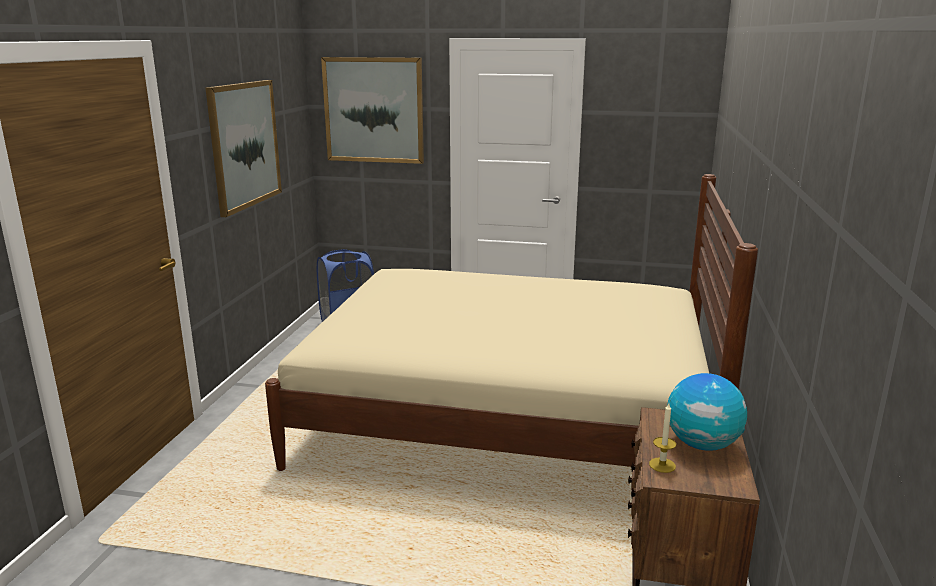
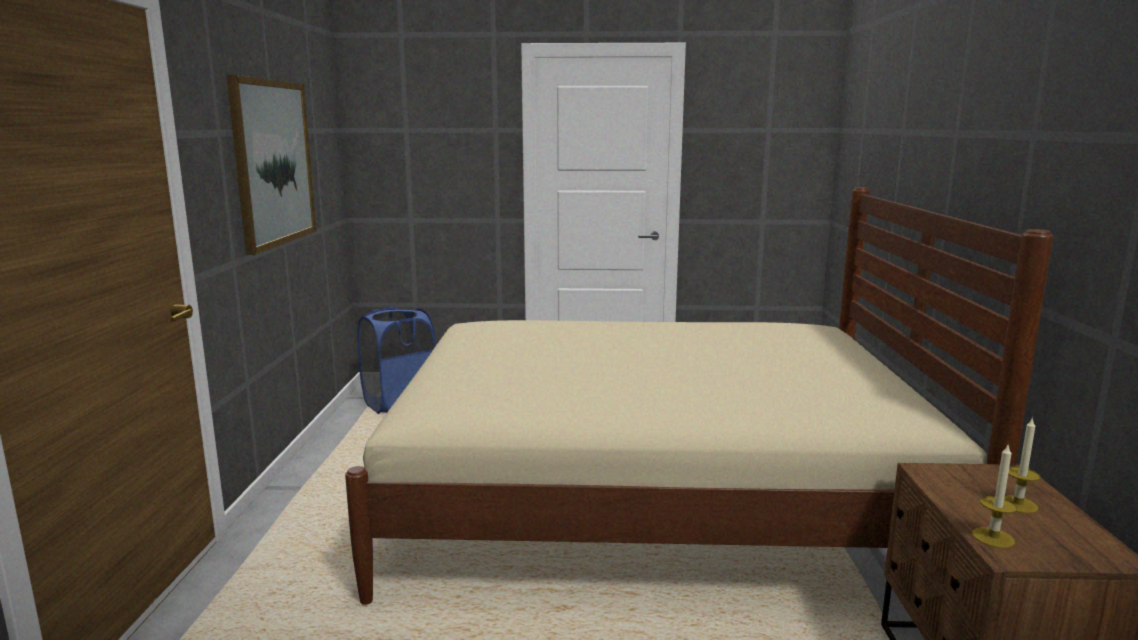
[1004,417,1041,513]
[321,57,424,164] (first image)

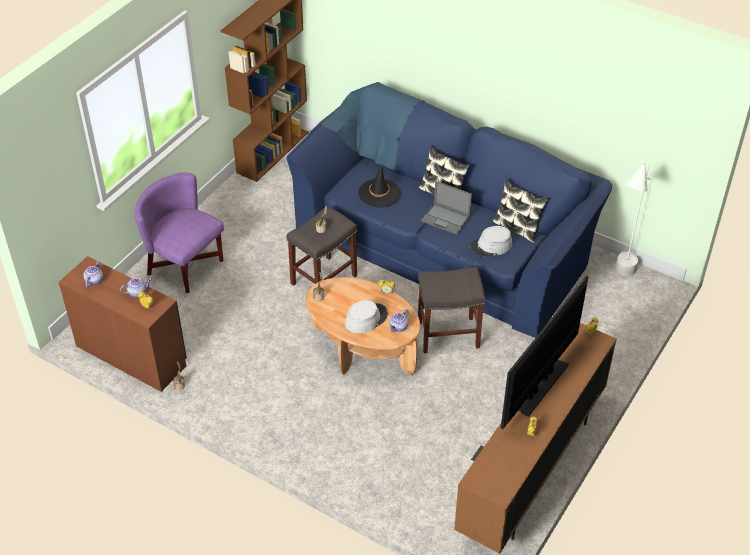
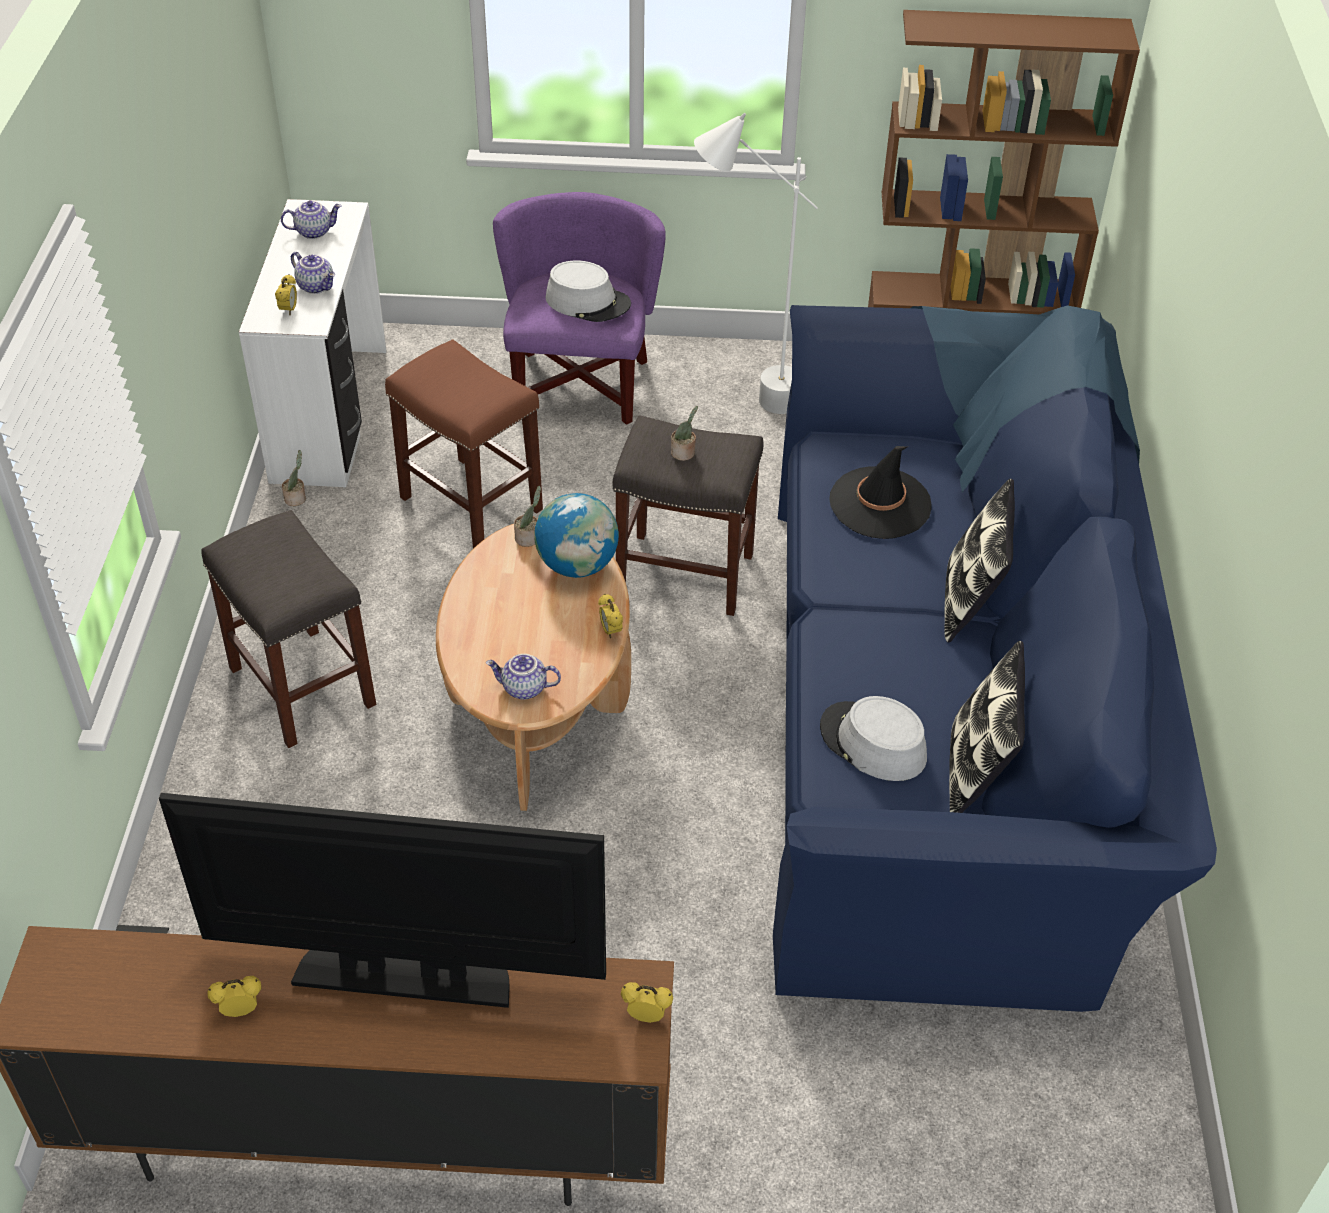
[201,510,376,748]
[239,199,386,488]
[385,340,543,549]
[534,493,619,578]
[545,261,631,322]
[694,113,818,414]
[421,181,472,235] (first image)

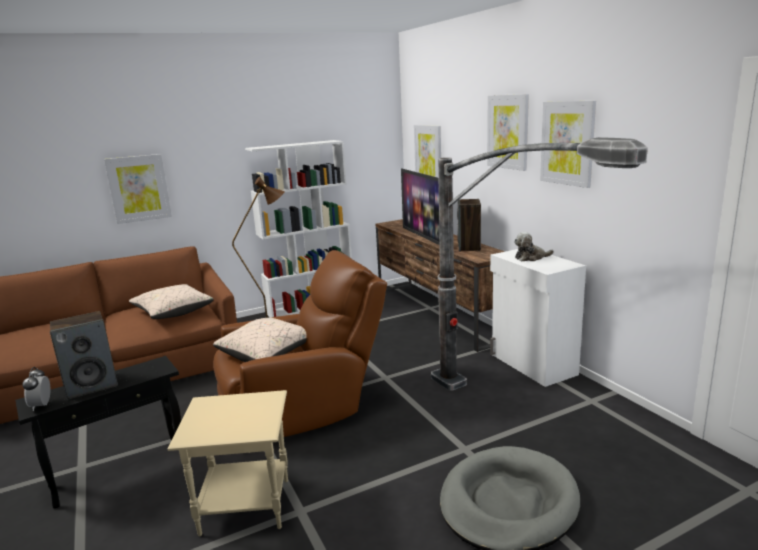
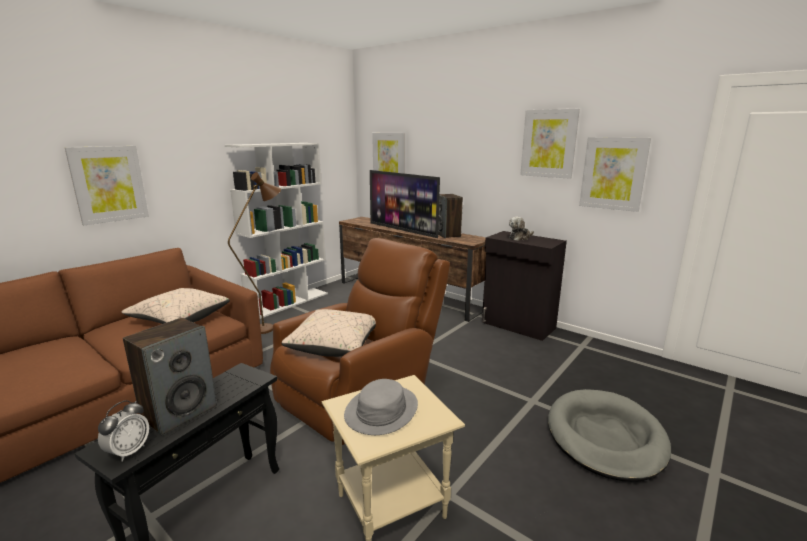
[98,400,149,462]
[344,379,418,435]
[482,231,567,341]
[579,137,651,212]
[431,138,648,391] (first image)

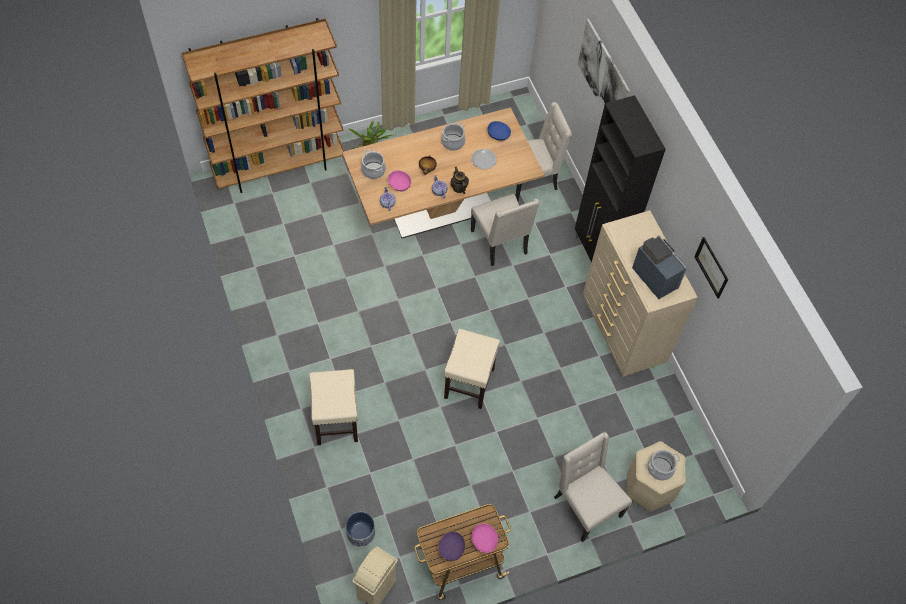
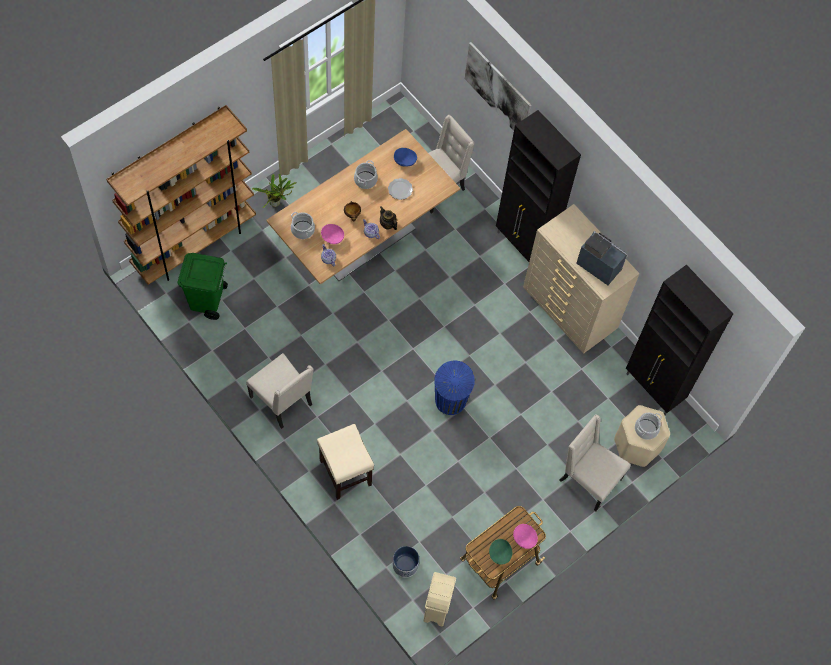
[177,253,228,320]
[246,353,313,429]
[434,361,475,415]
[489,539,512,565]
[626,265,733,415]
[694,237,728,299] (first image)

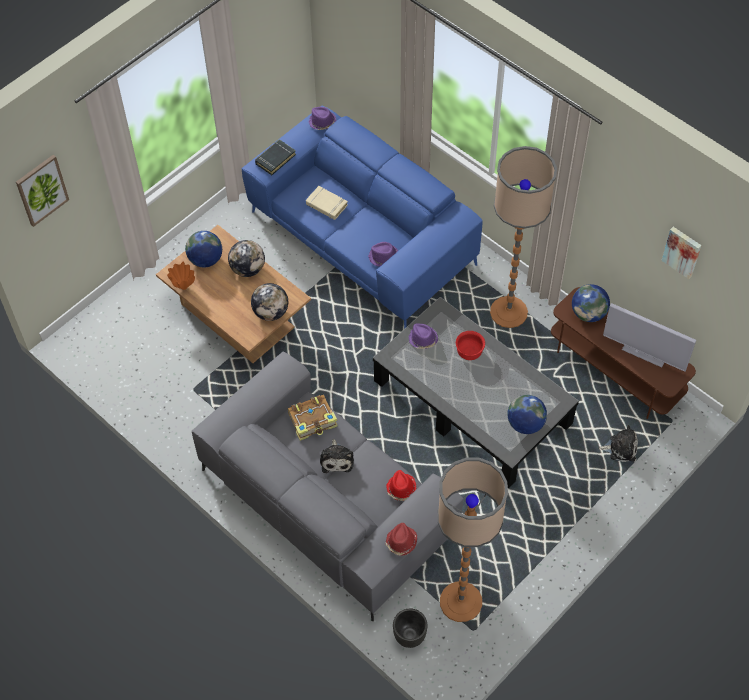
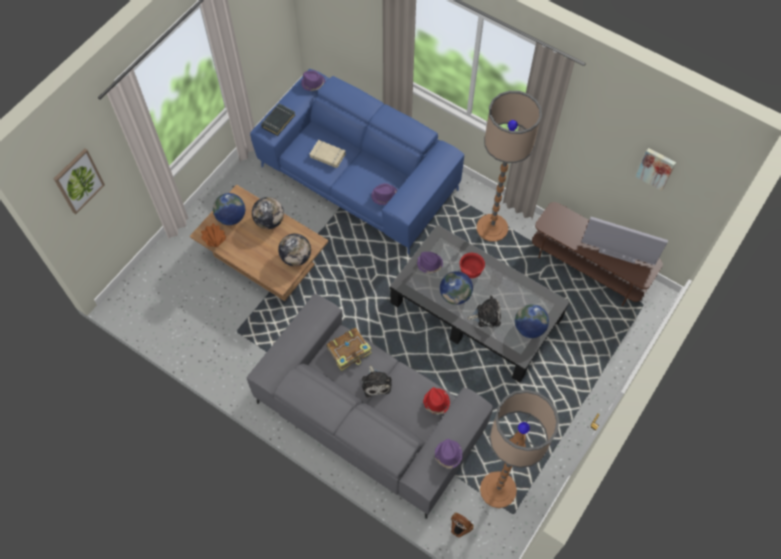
[435,439,462,469]
[440,271,473,305]
[451,512,473,538]
[467,295,501,328]

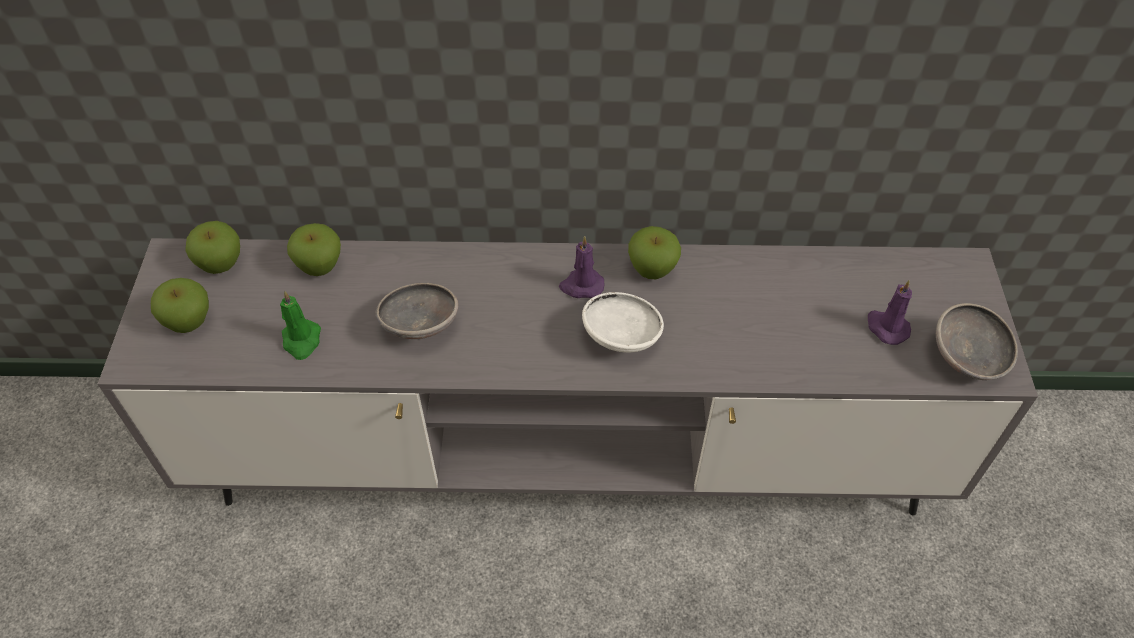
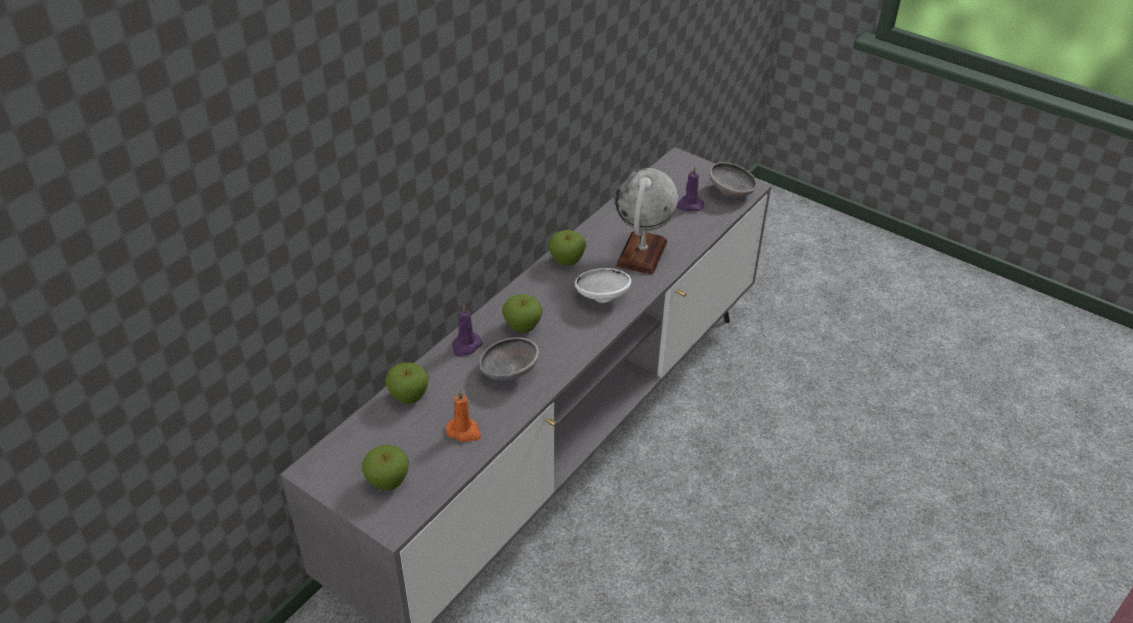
[446,390,482,442]
[452,305,483,357]
[502,294,543,333]
[615,168,678,275]

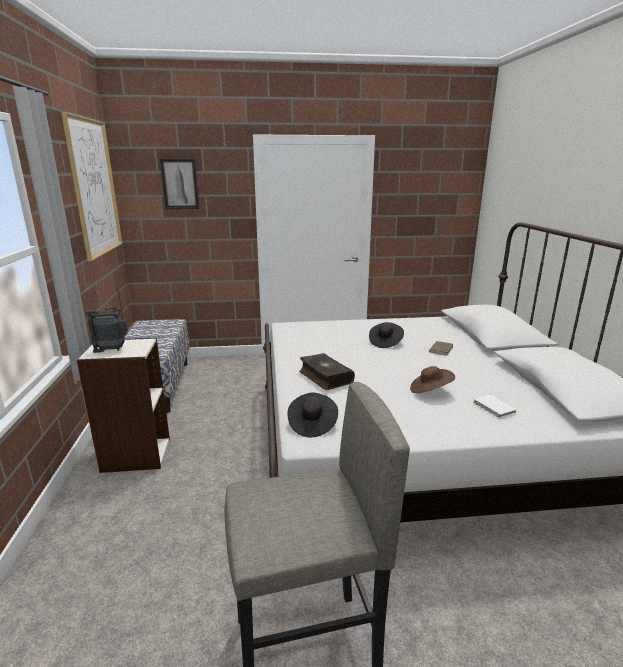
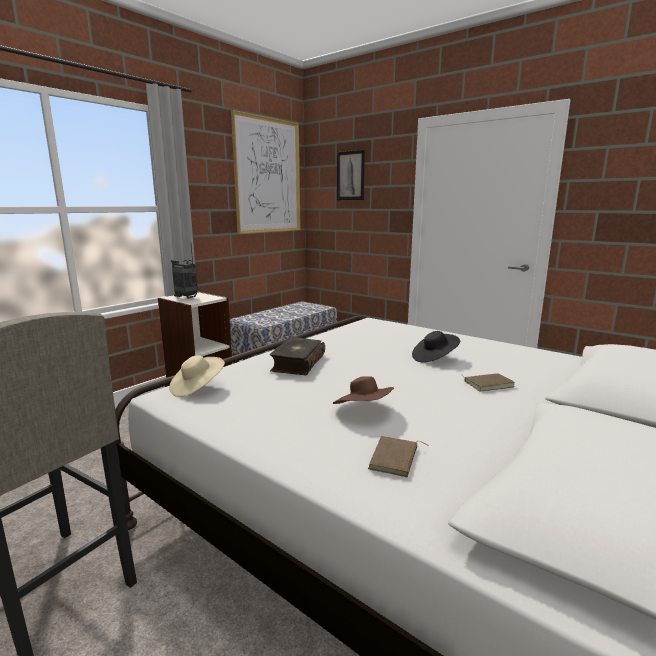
[169,355,225,397]
[368,436,429,477]

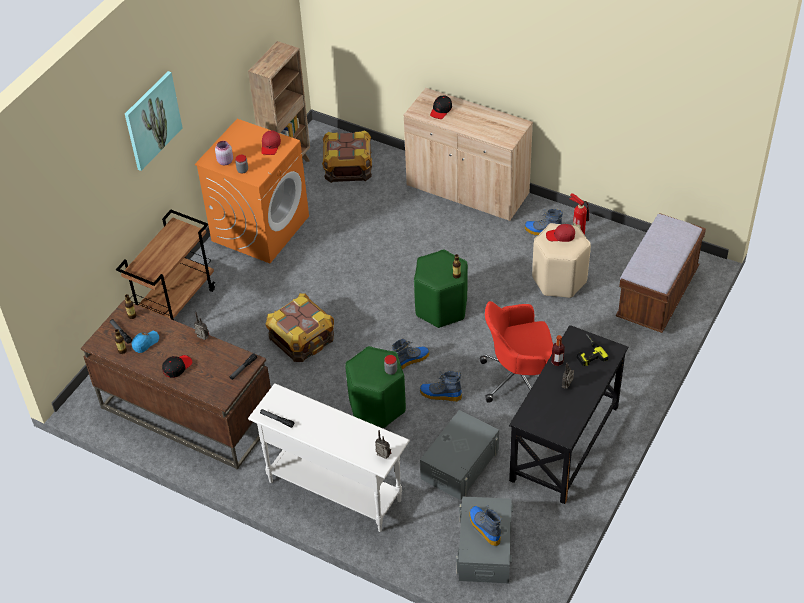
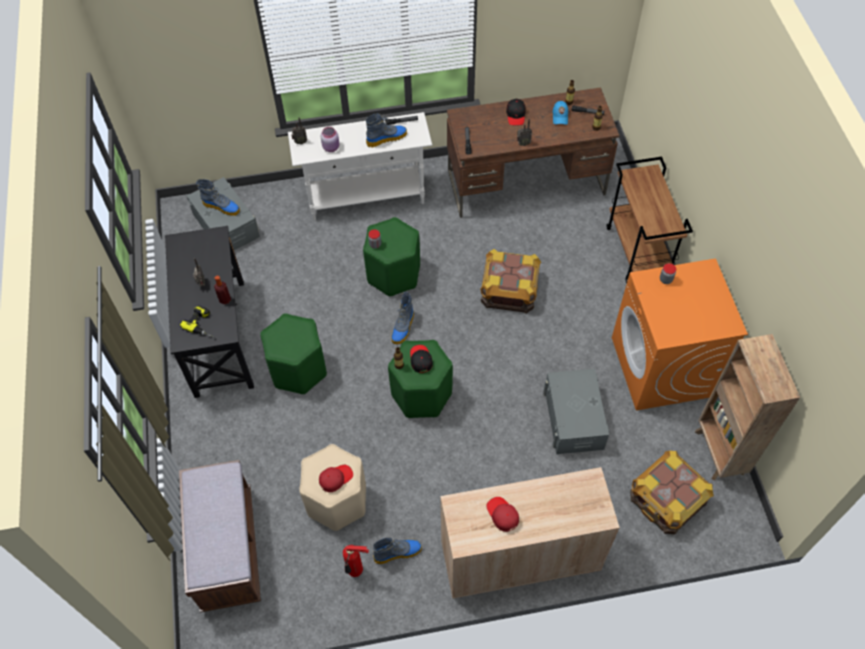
[260,313,327,394]
[321,127,339,152]
[366,113,407,147]
[410,345,433,373]
[486,497,519,532]
[543,369,609,454]
[125,71,183,171] (first image)

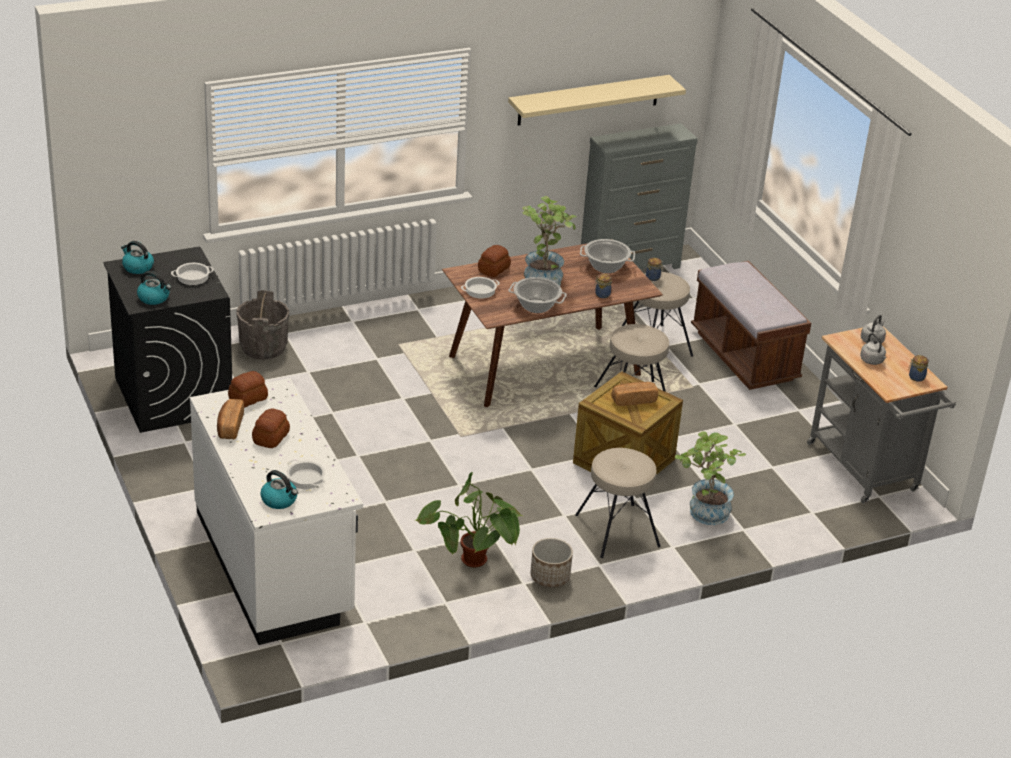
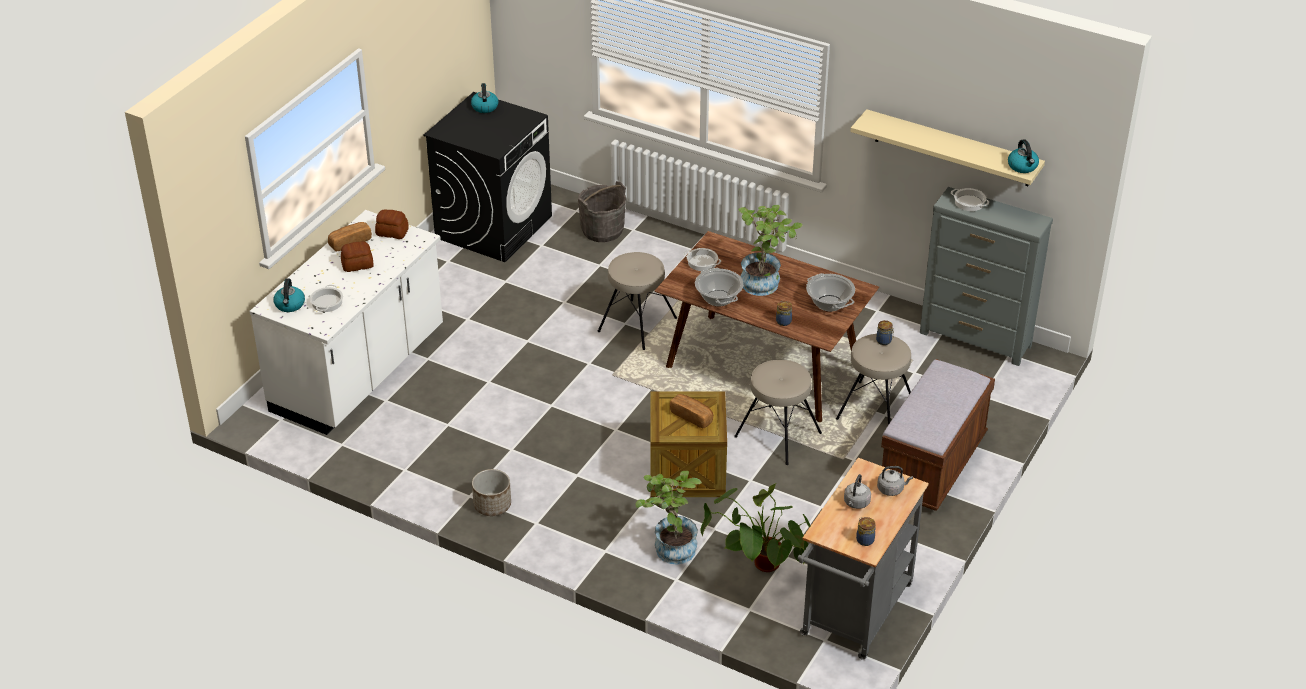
[598,252,677,350]
[700,483,810,572]
[951,188,989,211]
[1008,139,1039,173]
[478,245,511,277] (first image)

